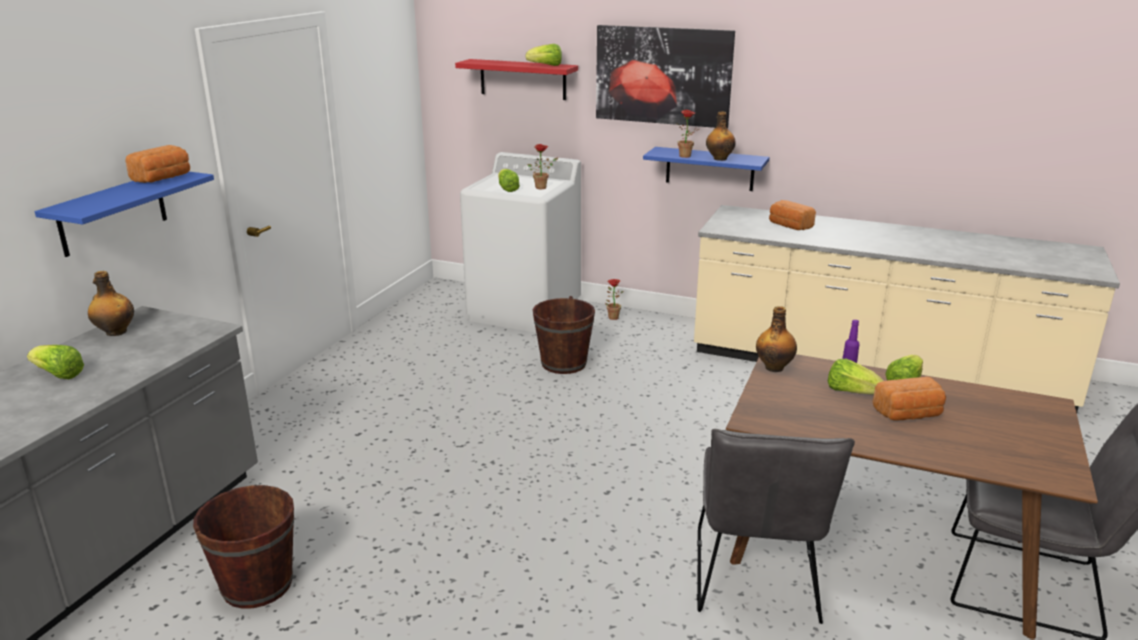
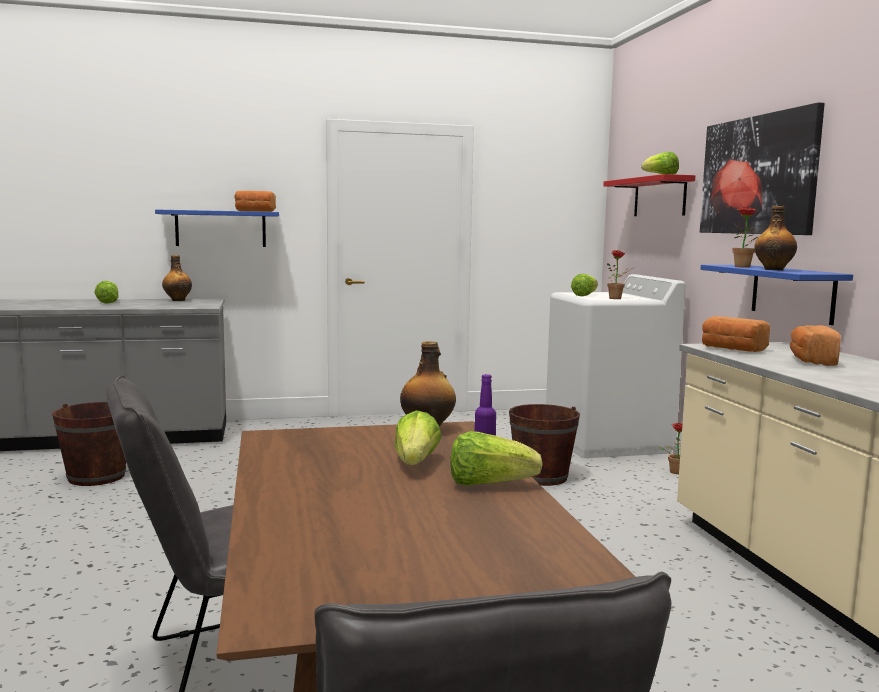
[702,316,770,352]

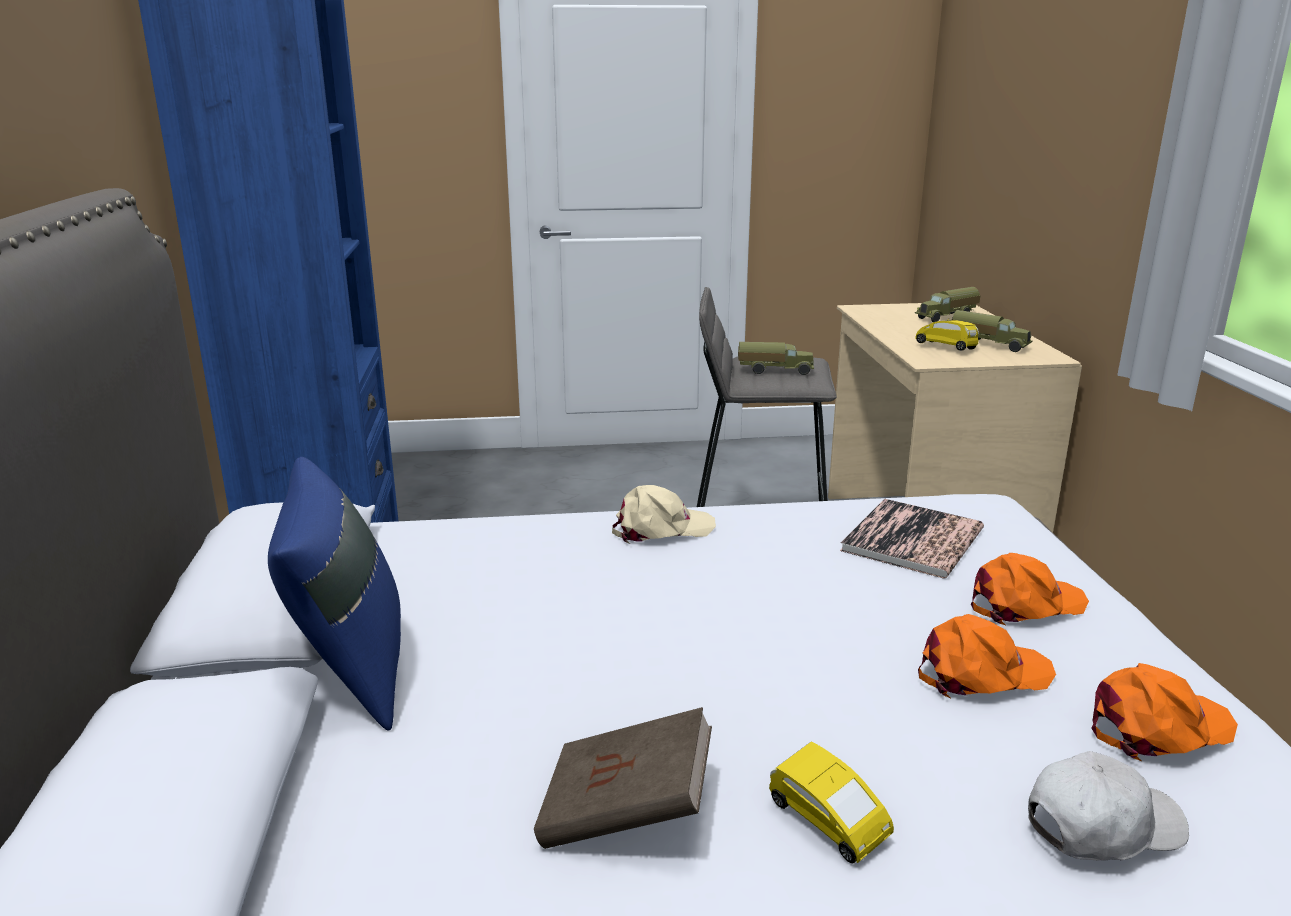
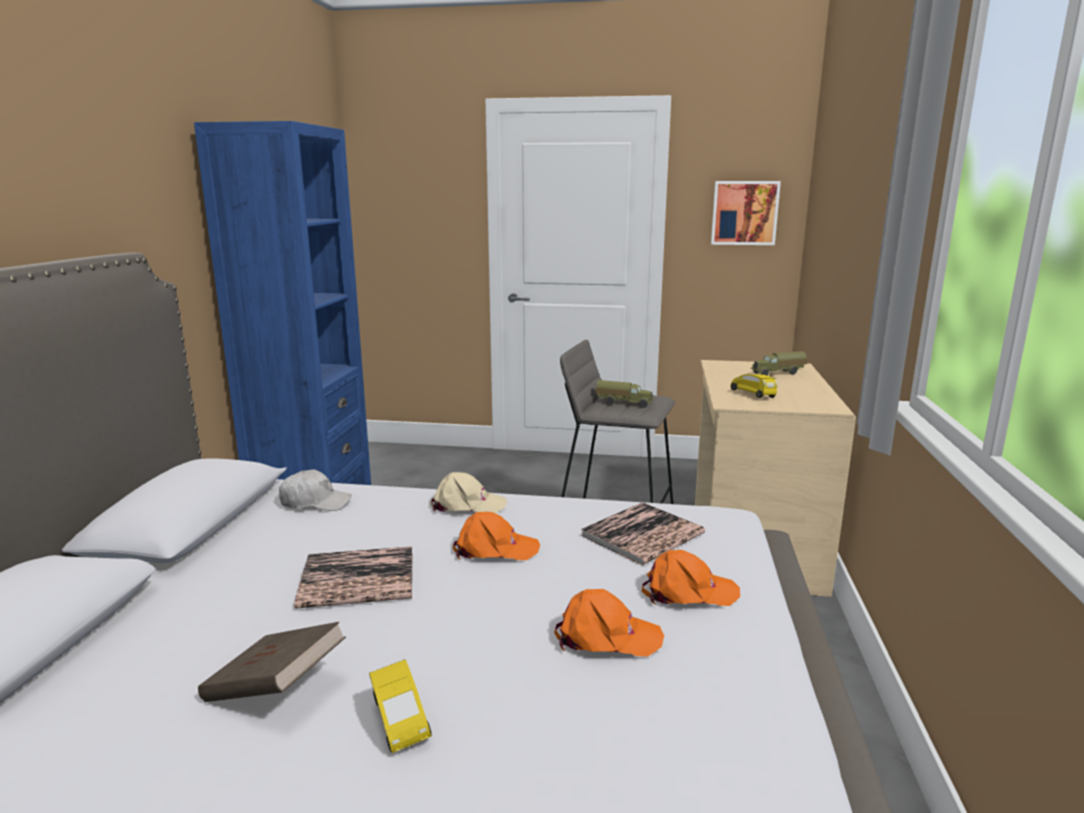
[279,470,352,511]
[294,546,413,609]
[453,512,540,560]
[711,181,781,245]
[268,457,401,731] (first image)
[952,310,1032,352] (first image)

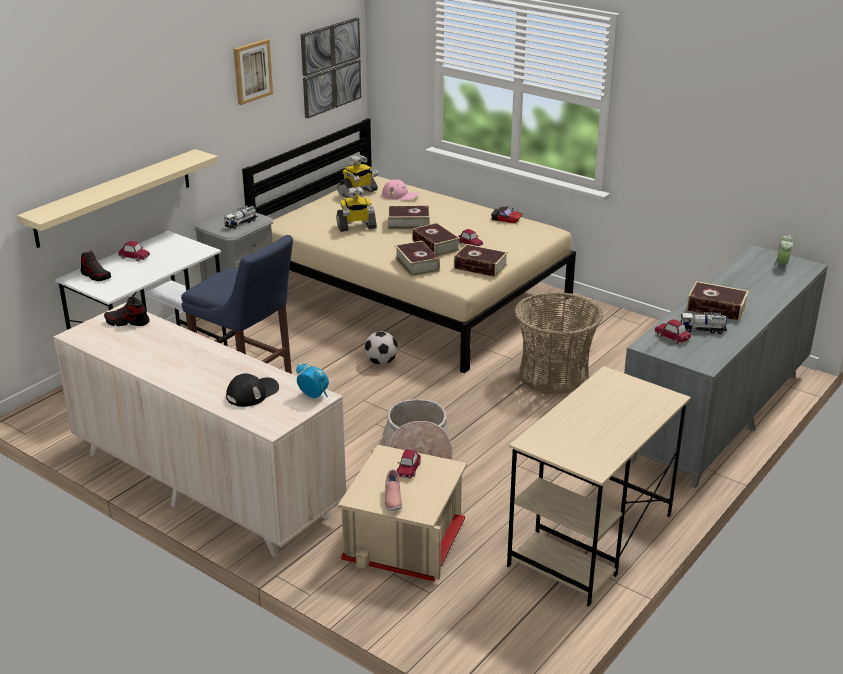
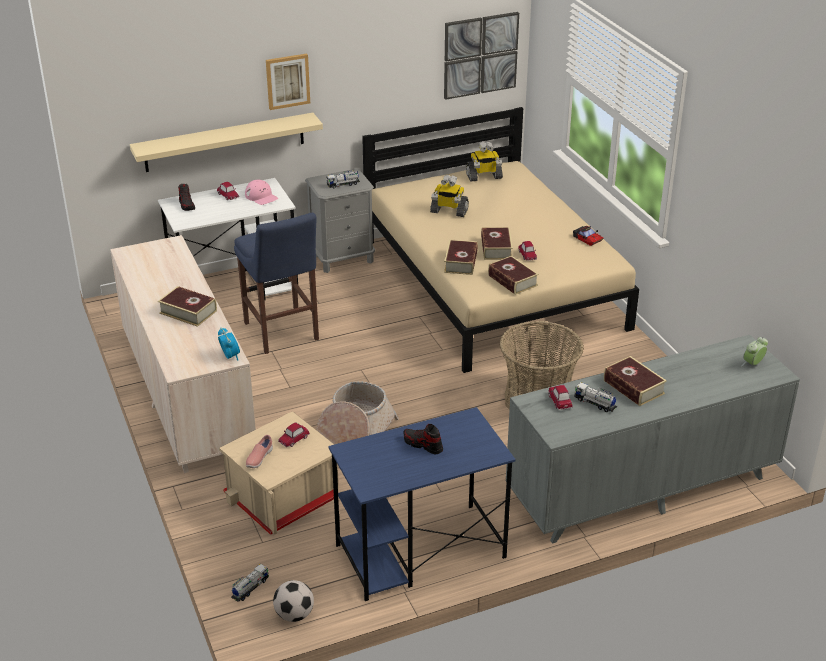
[158,286,217,327]
[231,564,269,602]
[245,180,278,205]
[266,54,310,110]
[273,580,314,622]
[328,407,516,601]
[404,424,443,454]
[226,373,279,407] (first image)

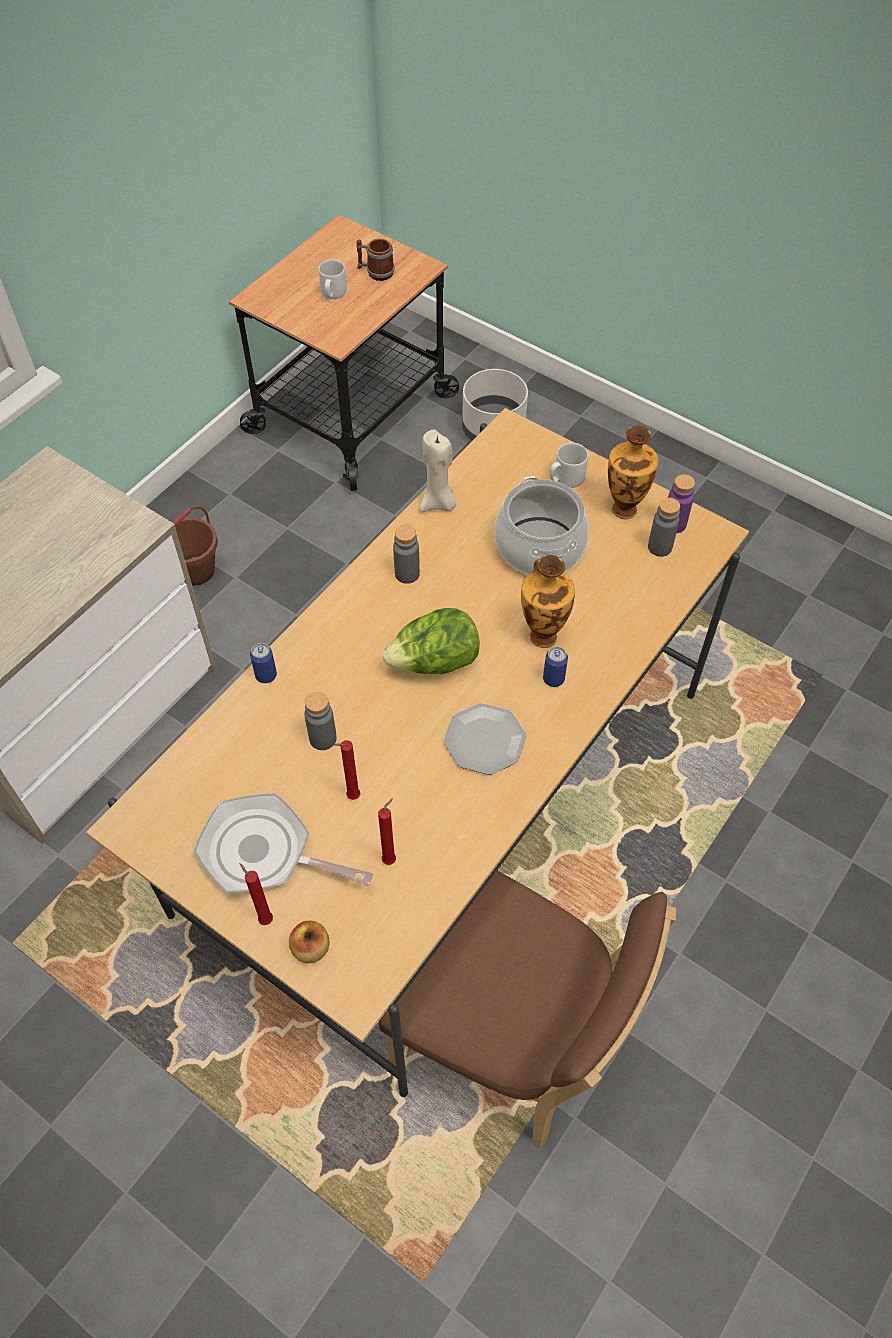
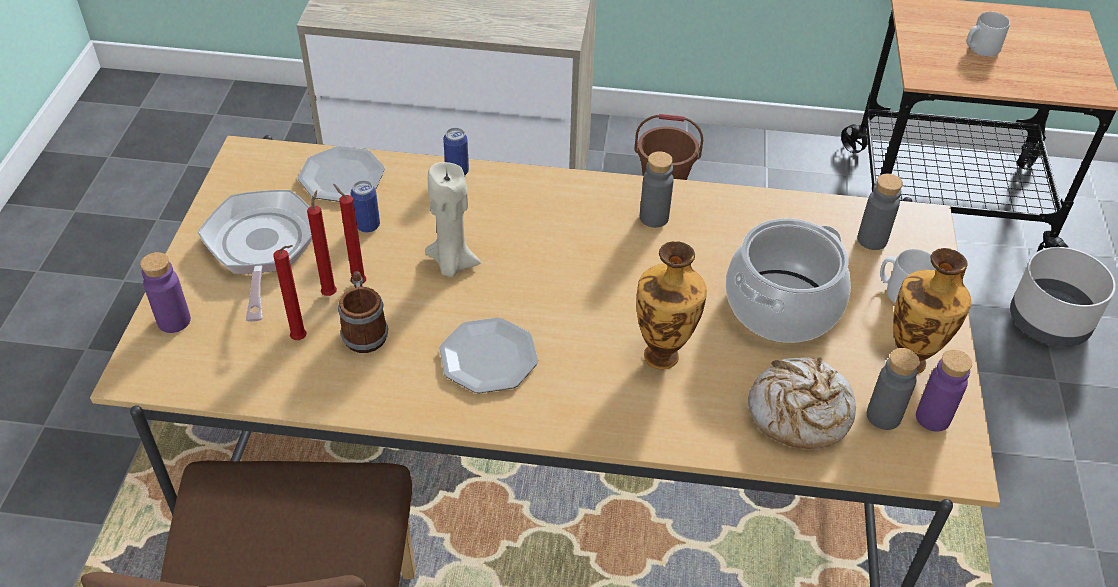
[140,252,191,333]
[298,146,385,202]
[307,190,337,296]
[338,271,388,353]
[351,180,380,233]
[425,162,481,277]
[748,357,856,449]
[857,174,903,250]
[383,608,480,674] (first image)

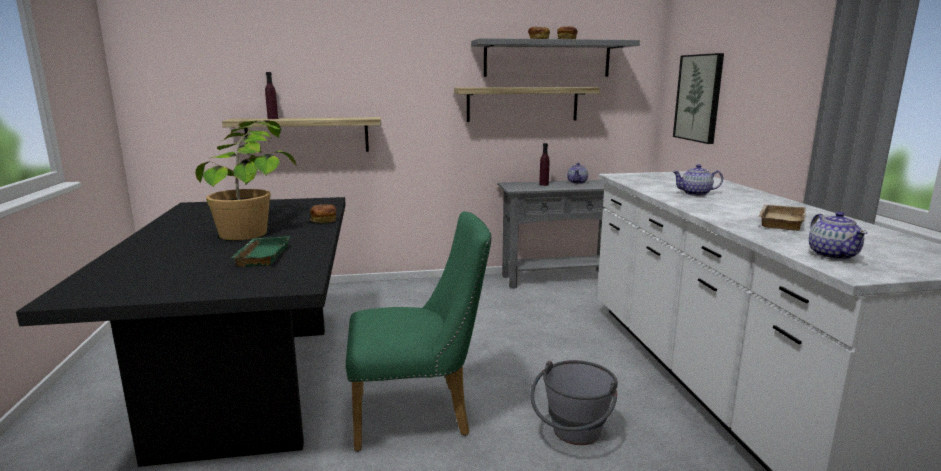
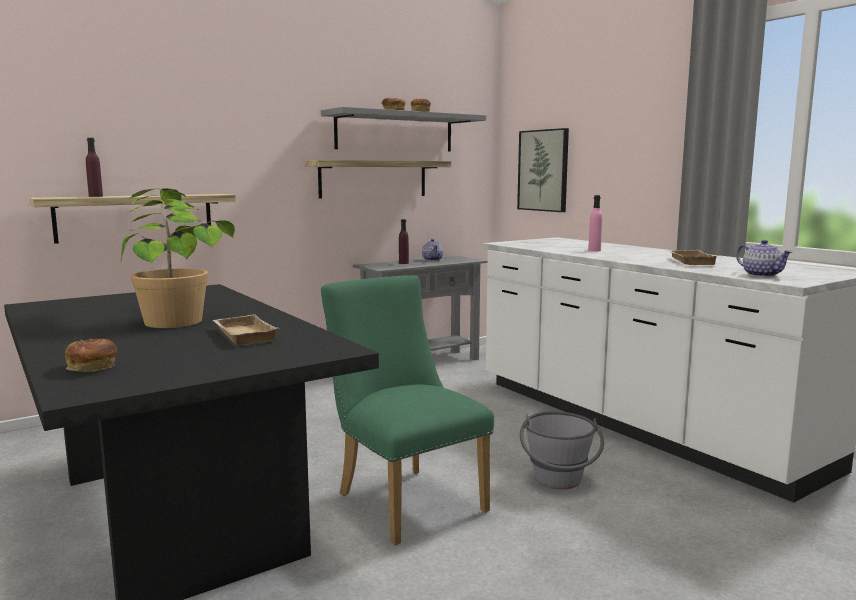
[65,339,117,372]
[212,314,277,345]
[321,275,494,545]
[588,195,602,251]

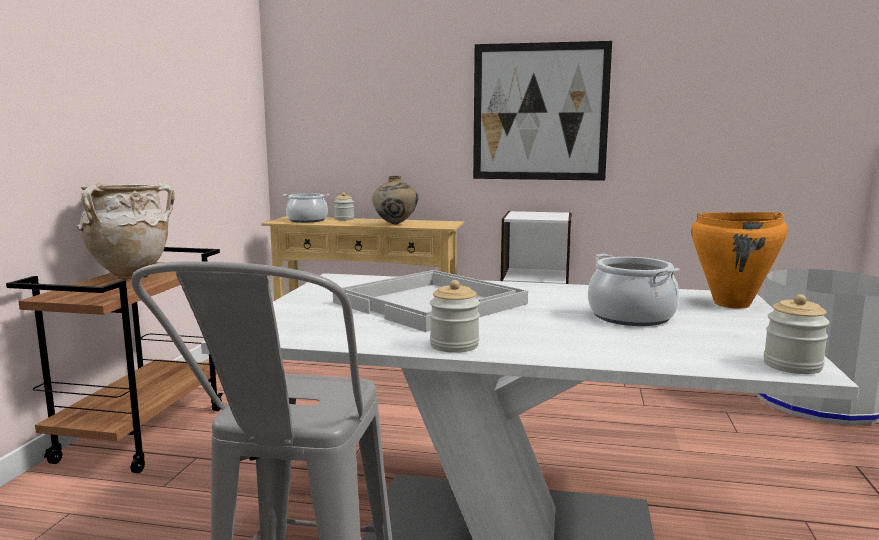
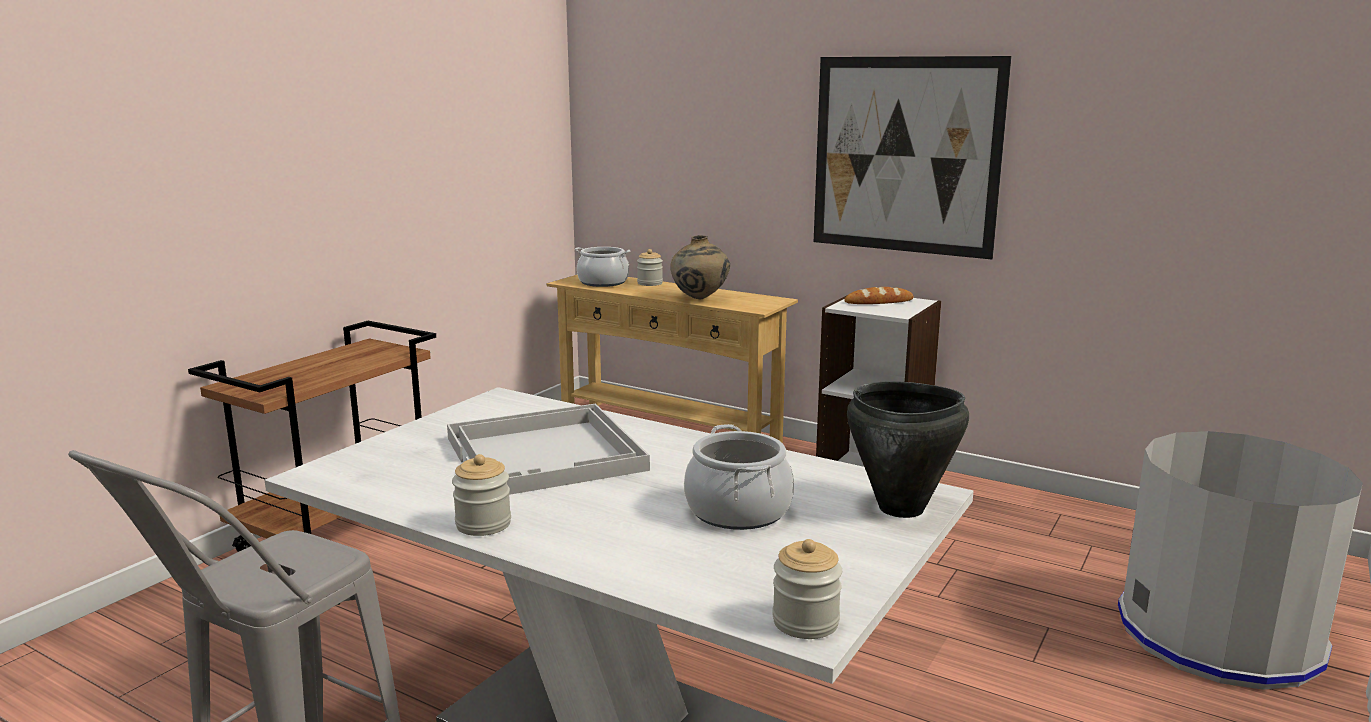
[844,287,914,304]
[847,381,969,518]
[77,183,175,279] (first image)

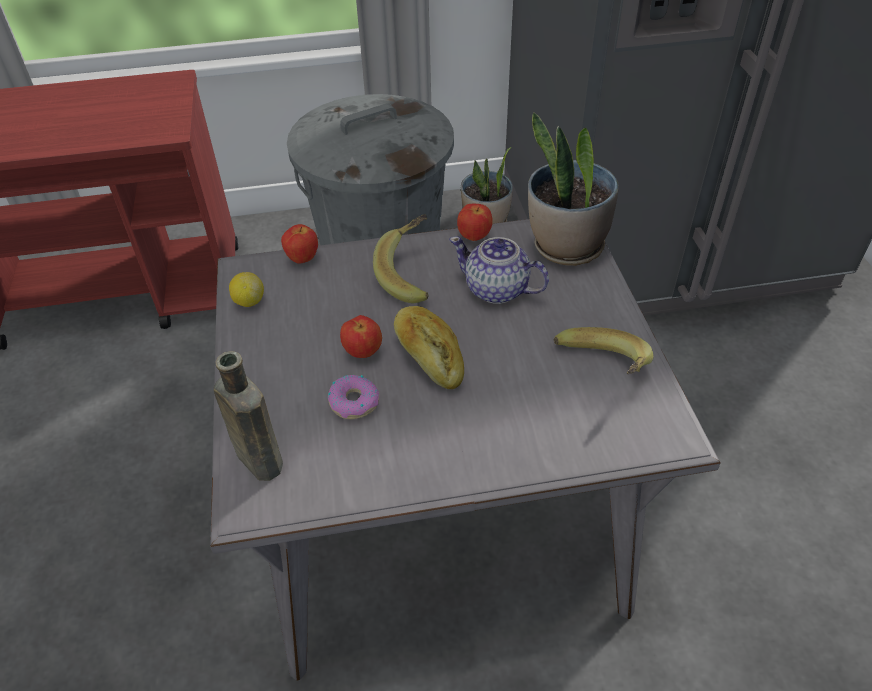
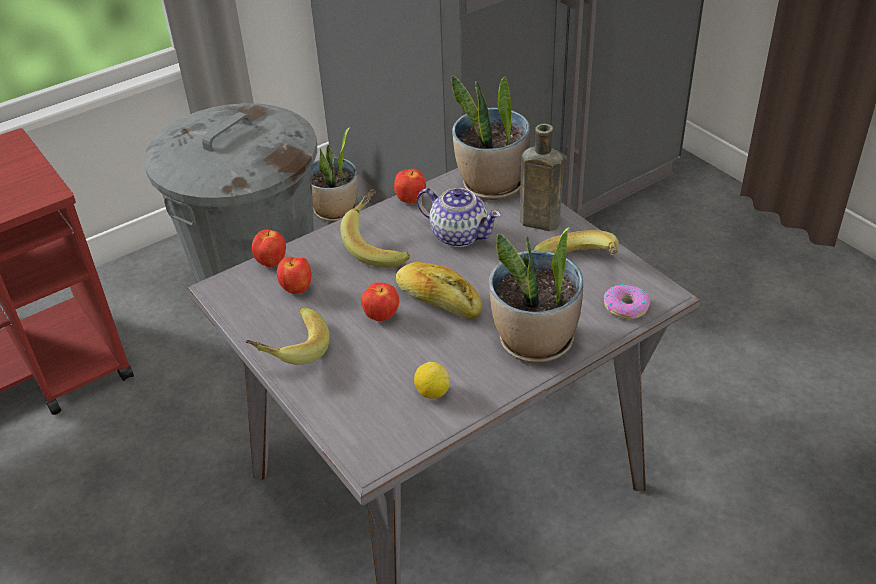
[245,308,330,365]
[277,257,312,294]
[414,362,450,399]
[417,188,501,247]
[489,227,583,363]
[517,124,564,231]
[604,284,650,319]

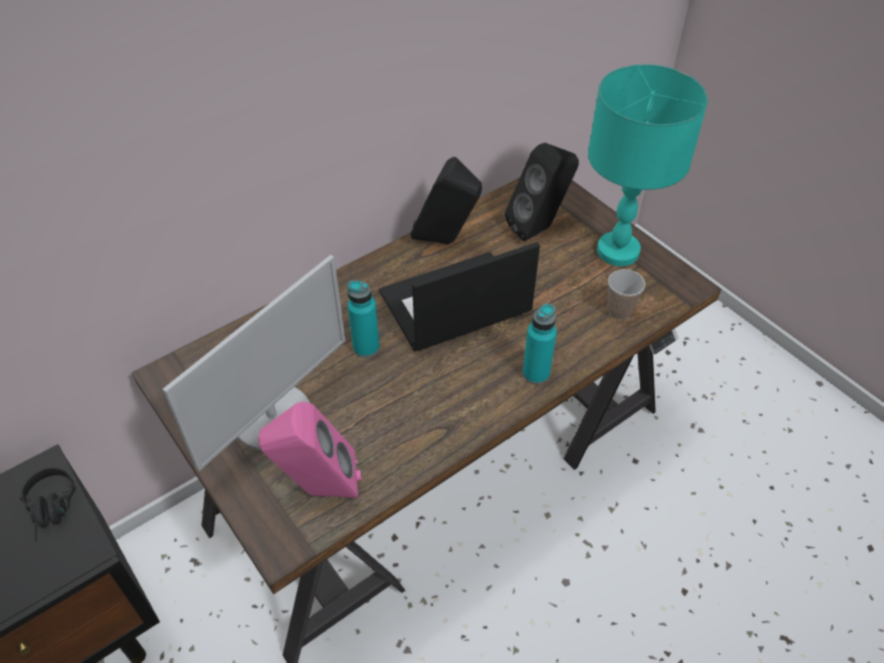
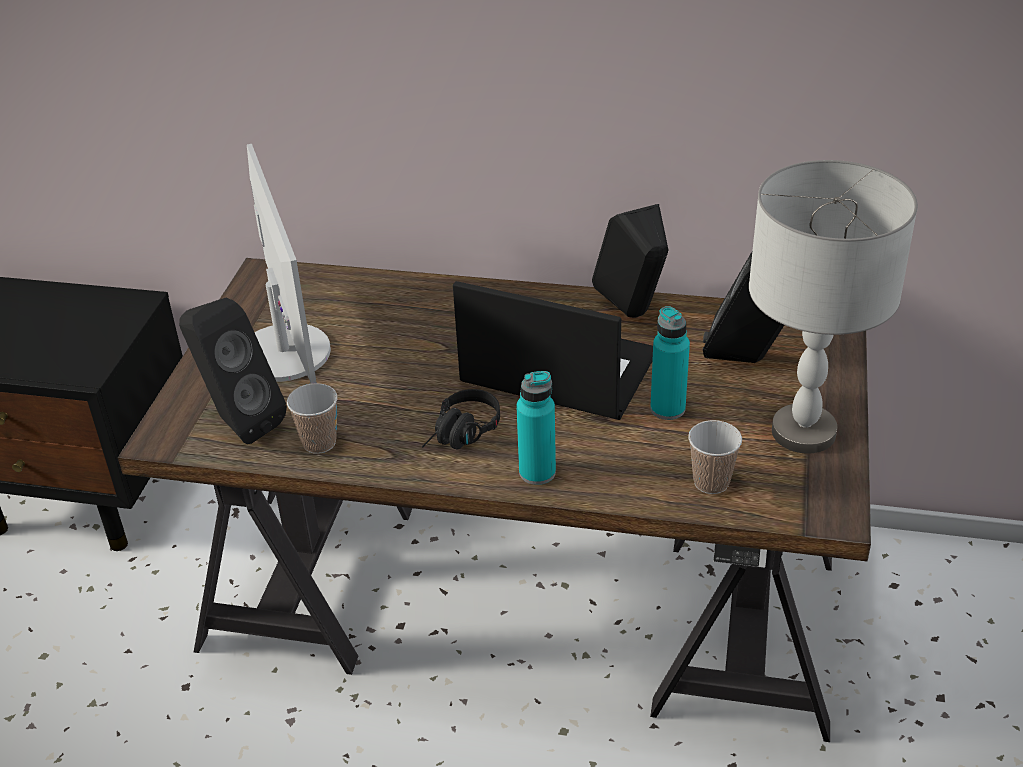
[179,298,287,444]
[247,144,331,384]
[287,383,338,454]
[422,389,500,450]
[650,306,690,420]
[749,160,918,453]

